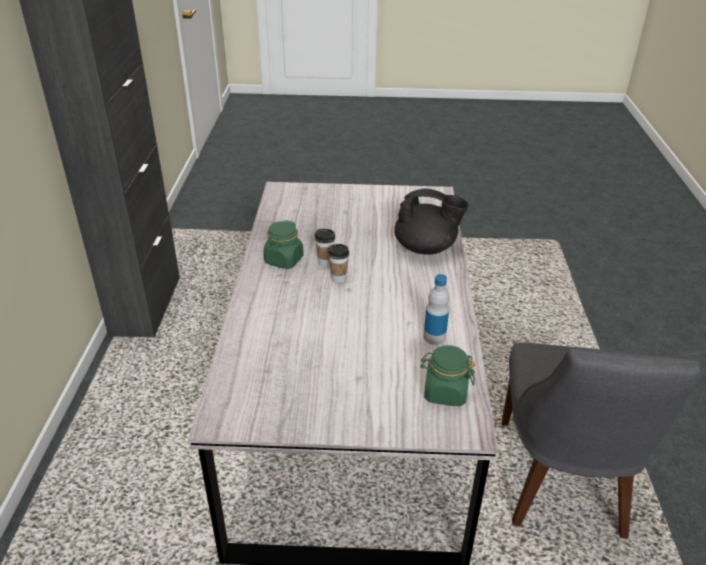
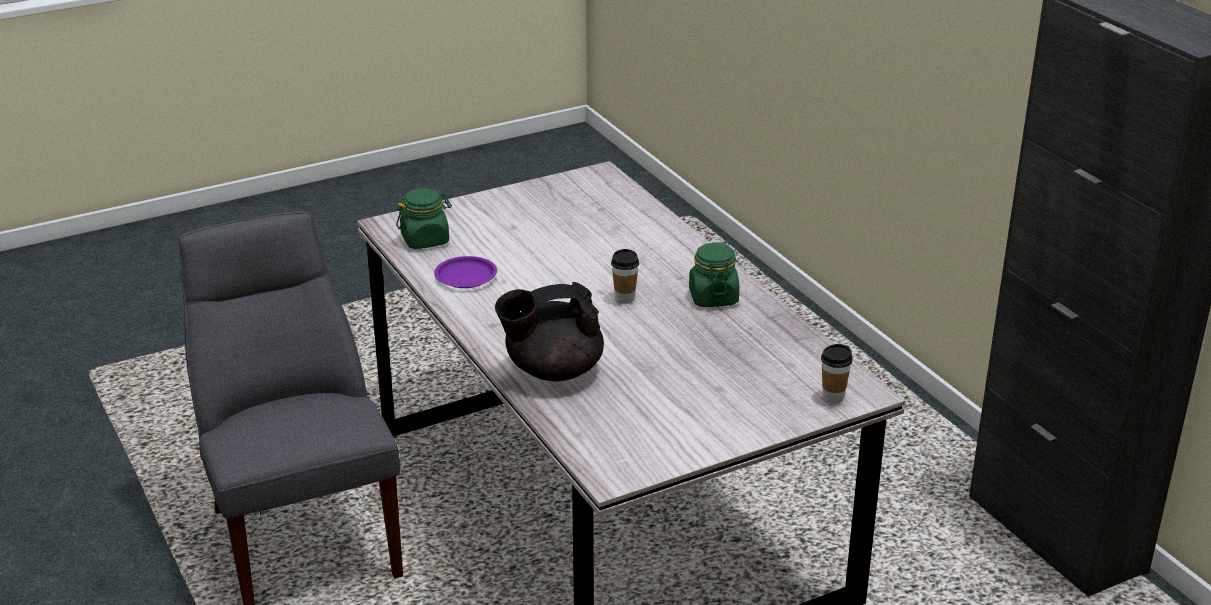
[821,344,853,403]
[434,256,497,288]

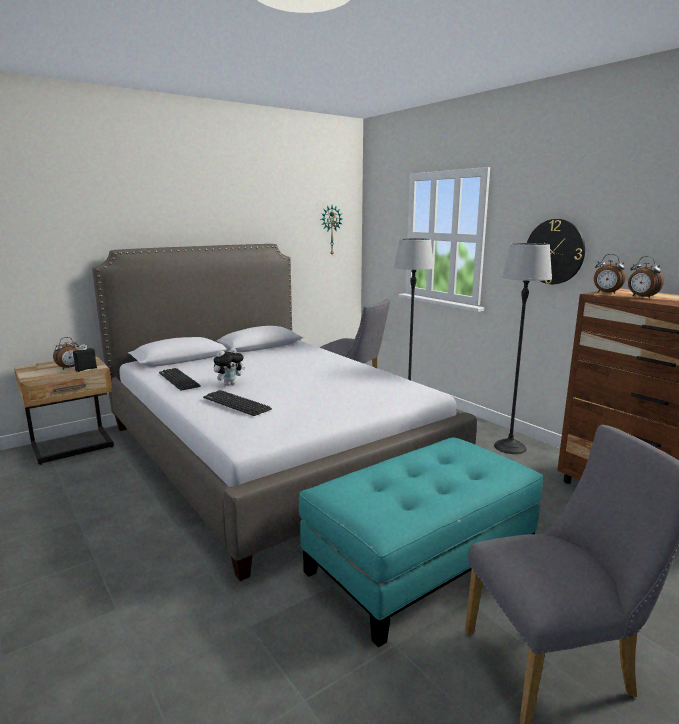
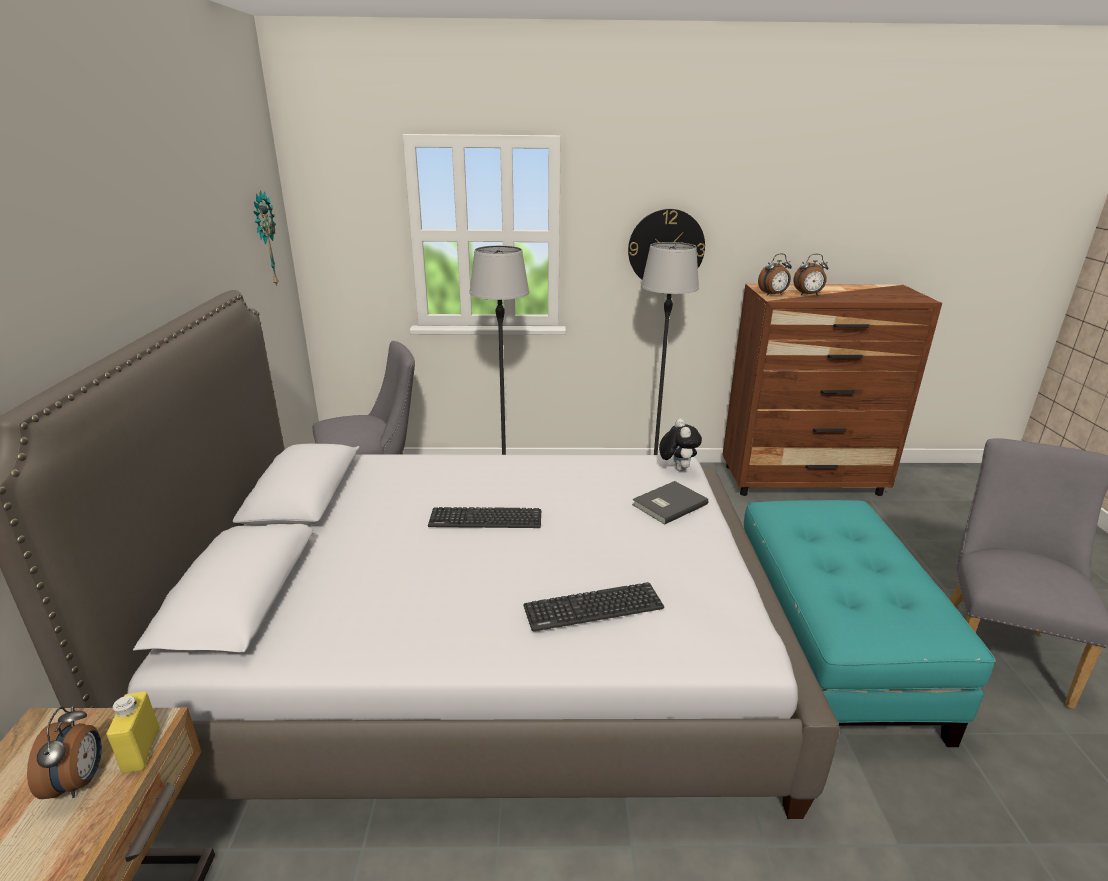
[632,481,709,525]
[428,507,541,528]
[659,419,702,471]
[106,692,160,773]

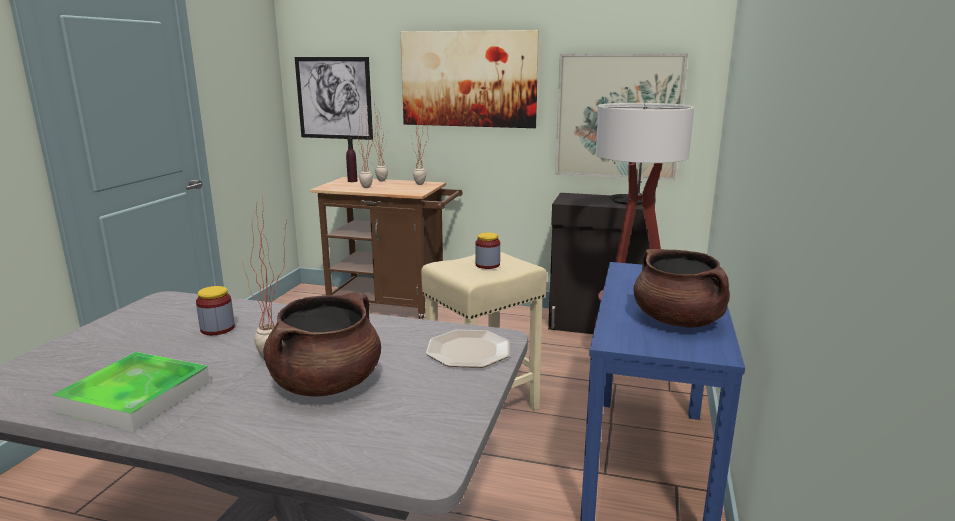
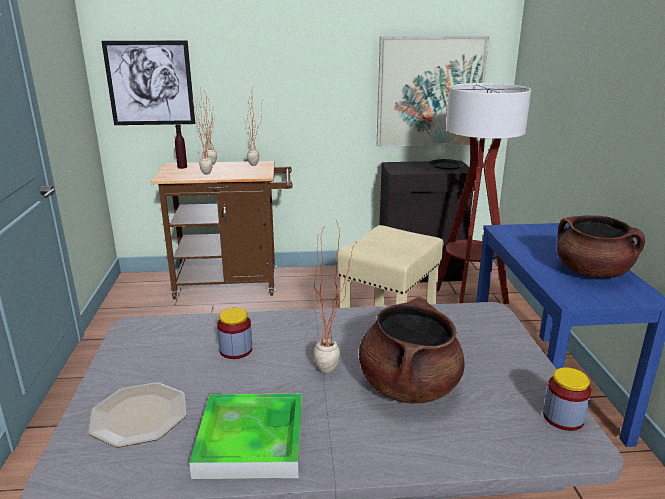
[400,30,539,128] (first image)
[88,383,187,447]
[543,367,591,431]

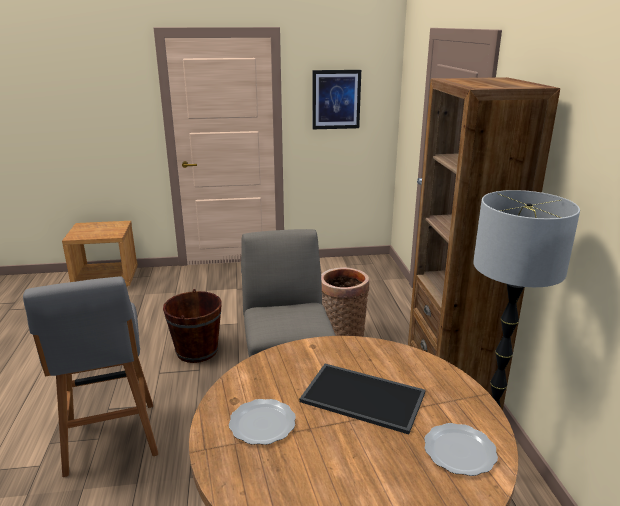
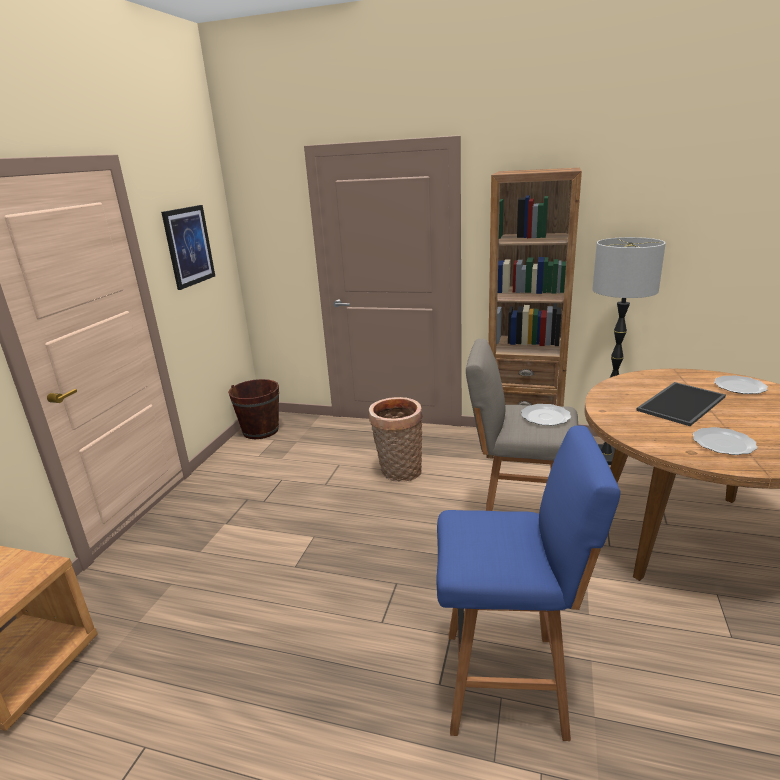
[521,404,571,425]
[228,379,279,439]
[436,425,621,741]

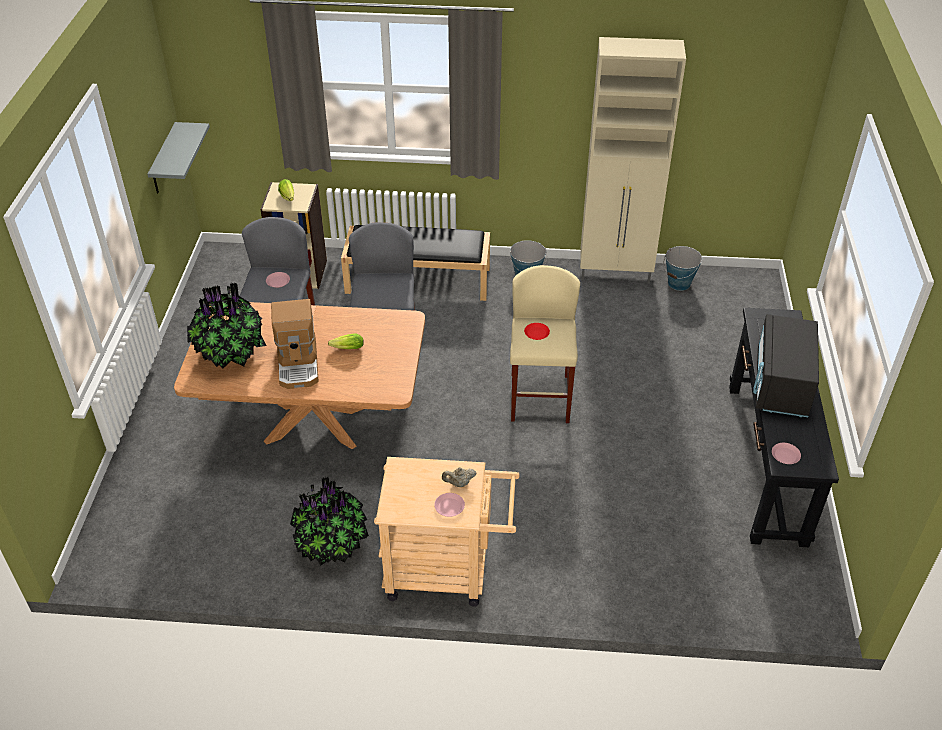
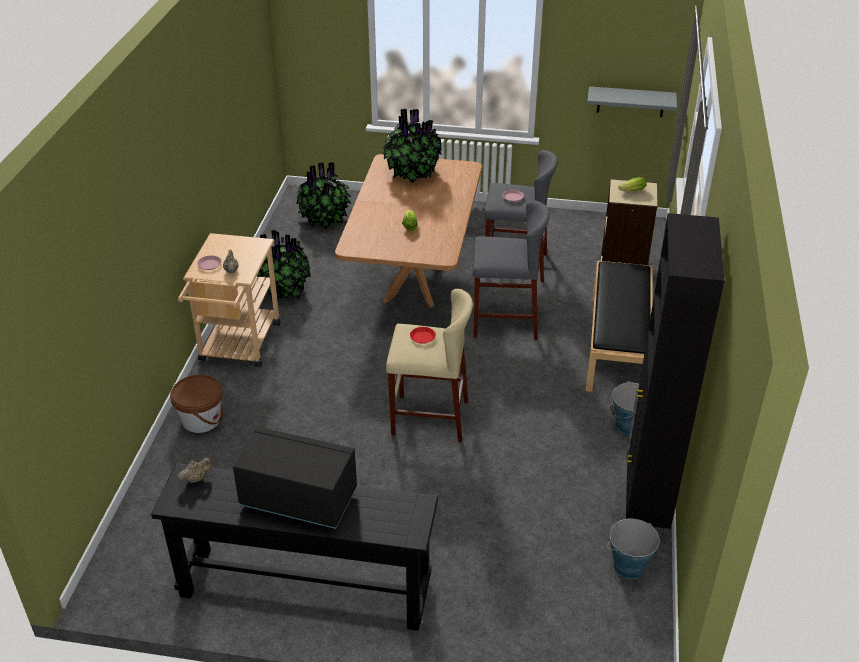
[271,299,319,389] (first image)
[170,375,223,433]
[296,162,352,229]
[178,458,212,483]
[626,213,724,541]

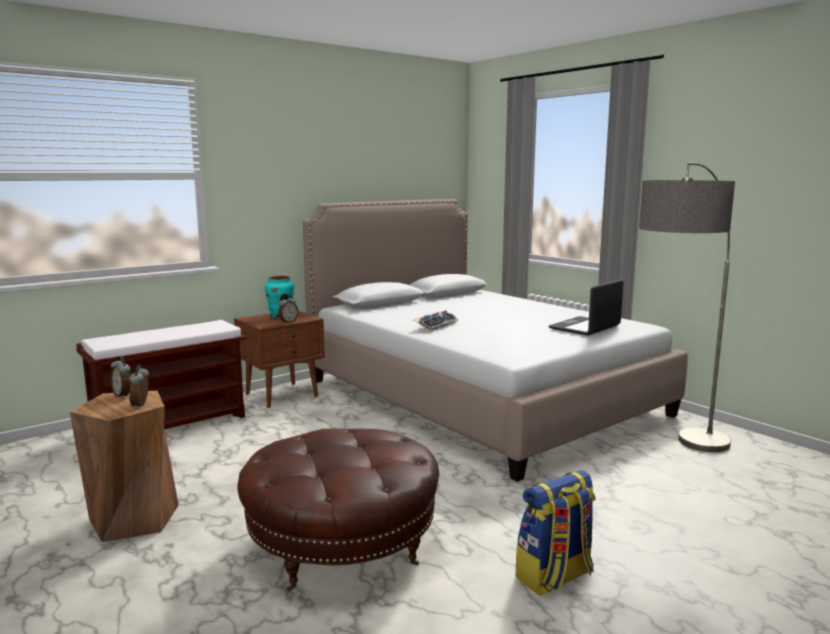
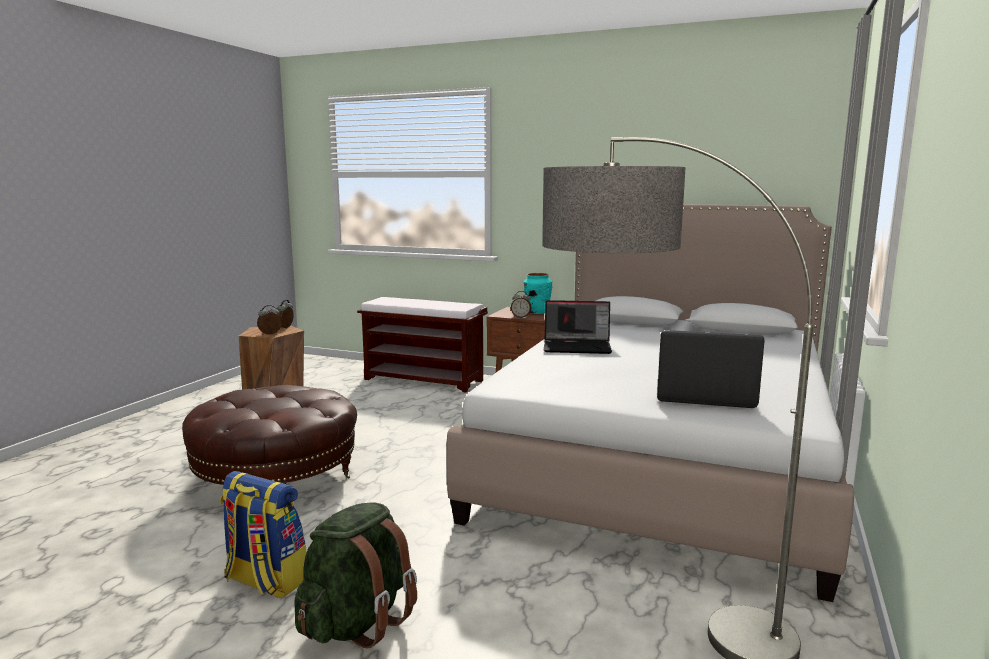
[294,502,417,649]
[544,300,612,354]

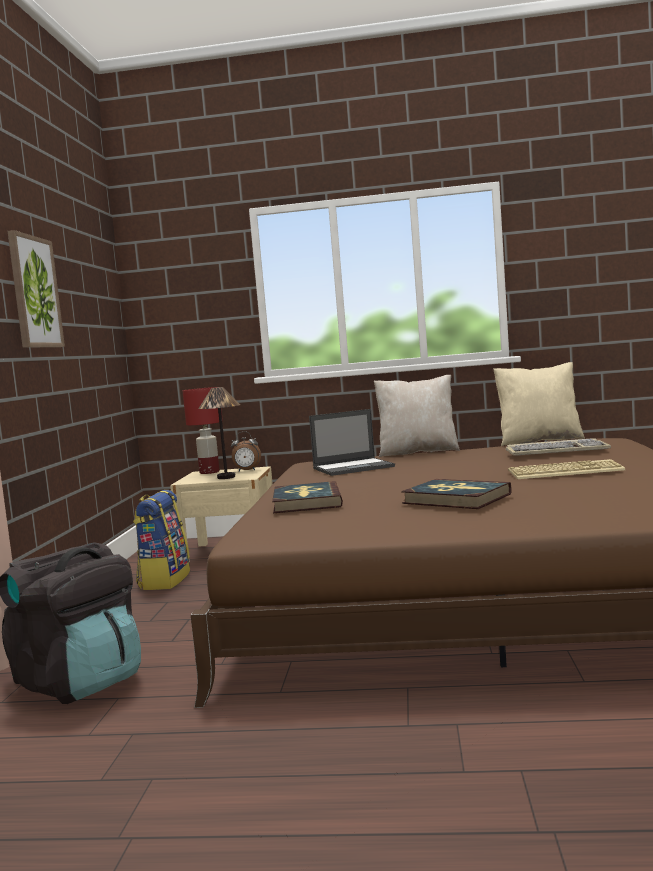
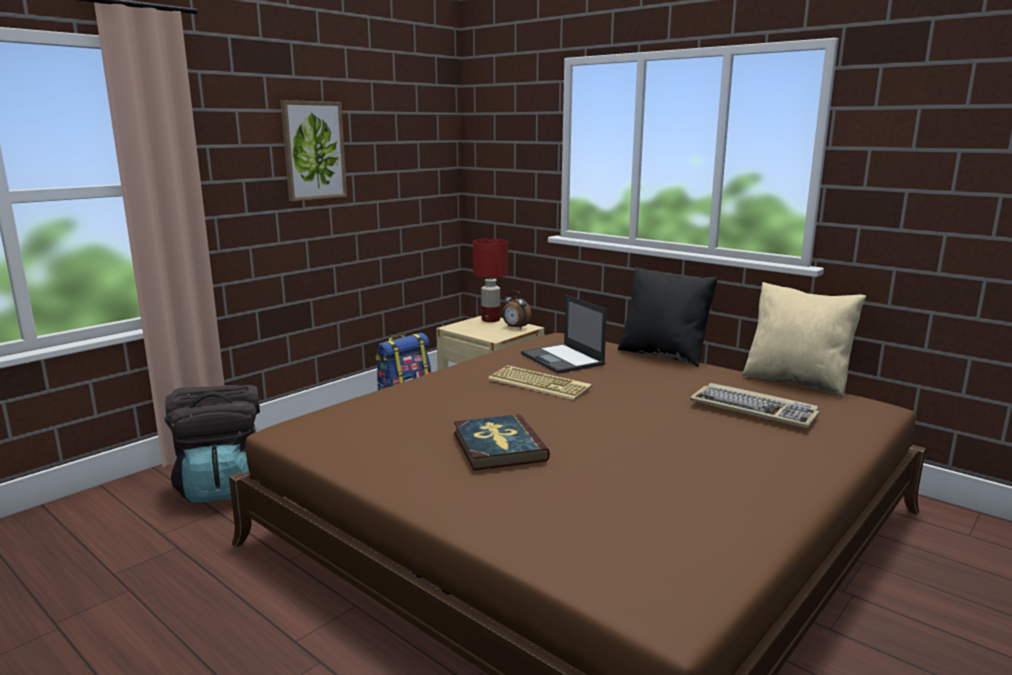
[198,387,240,479] (first image)
[272,481,343,513] (first image)
[488,365,592,400]
[618,267,718,367]
[521,295,607,374]

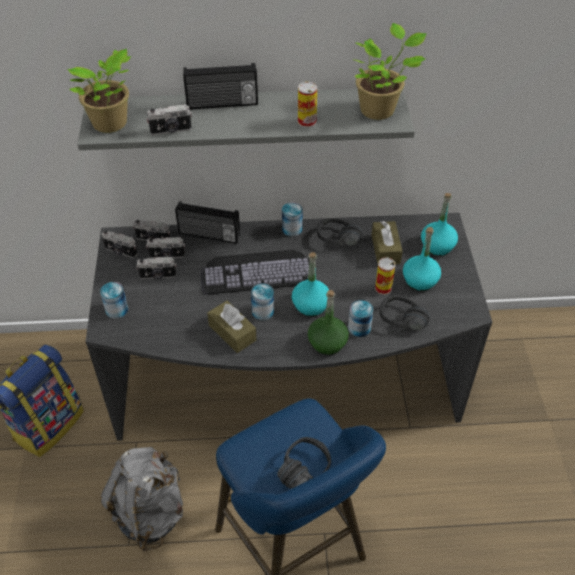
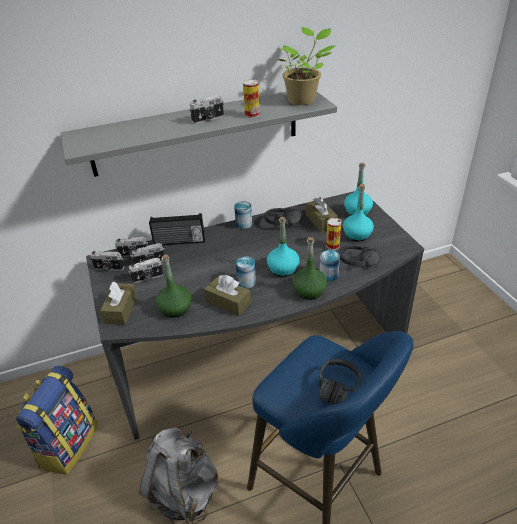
[68,49,131,133] (first image)
[183,63,258,110] (first image)
[201,250,310,294] (first image)
[156,254,191,318]
[189,95,224,124]
[100,282,137,325]

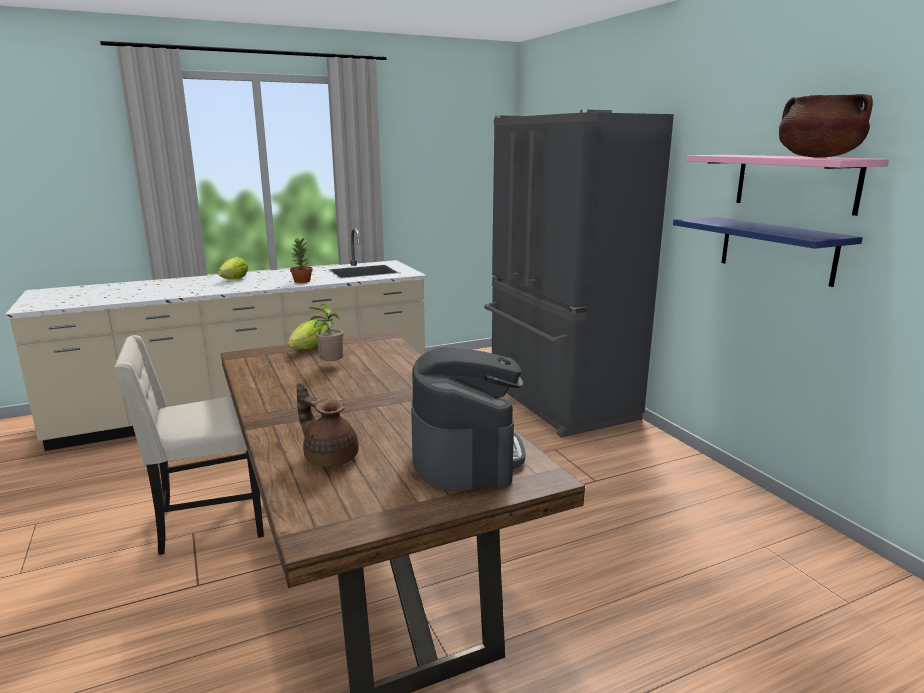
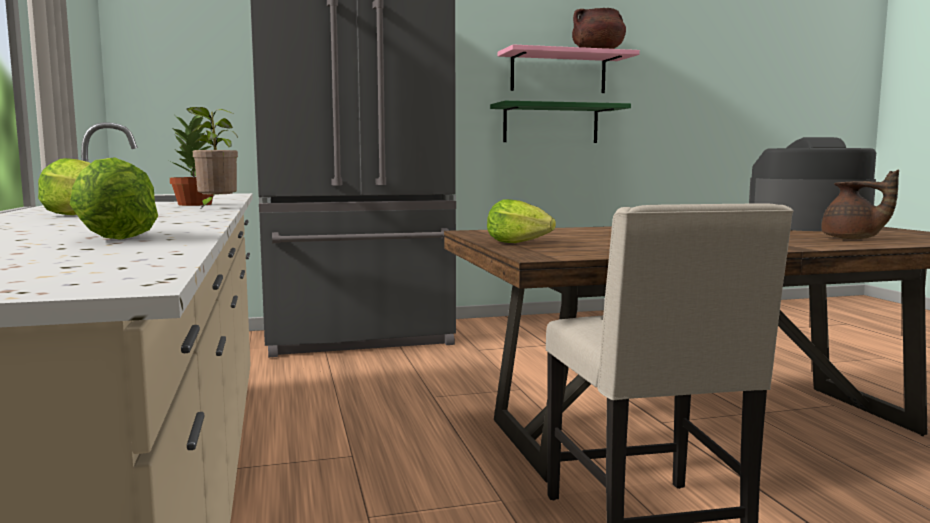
[70,157,158,240]
[187,107,238,209]
[490,101,631,143]
[821,169,899,239]

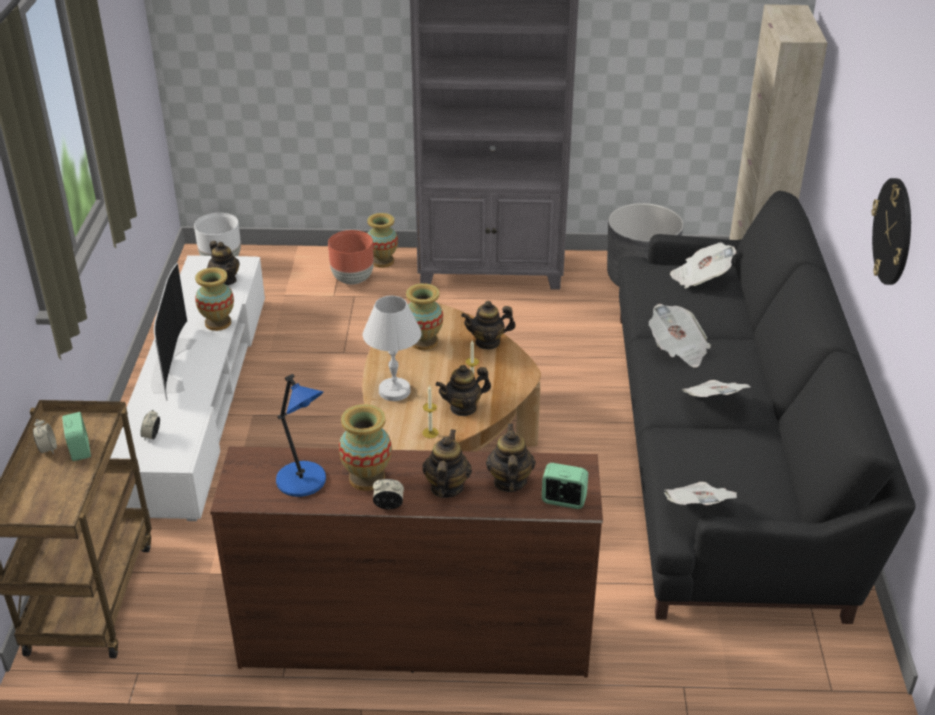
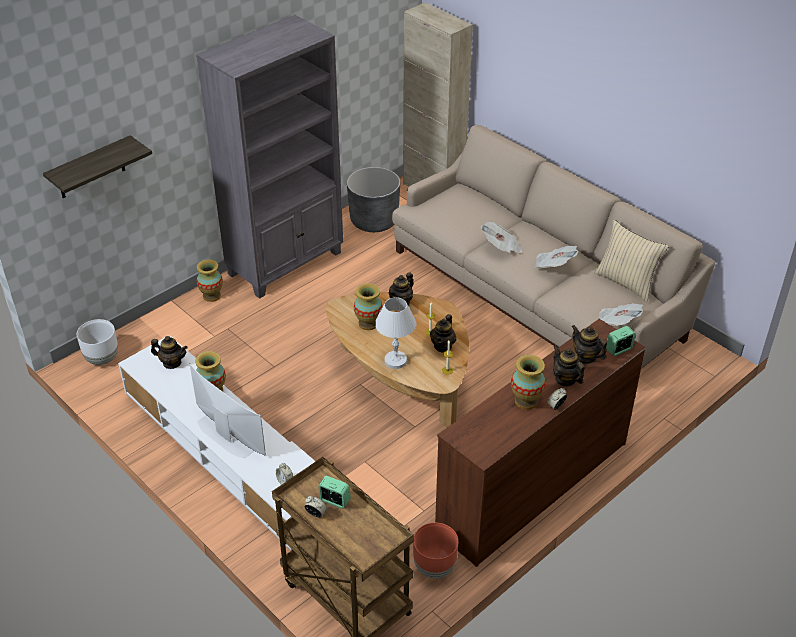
[276,374,326,497] (first image)
[670,242,737,288] (first image)
[872,178,911,285] (first image)
[43,135,152,198]
[593,219,669,302]
[413,523,458,579]
[392,125,715,369]

